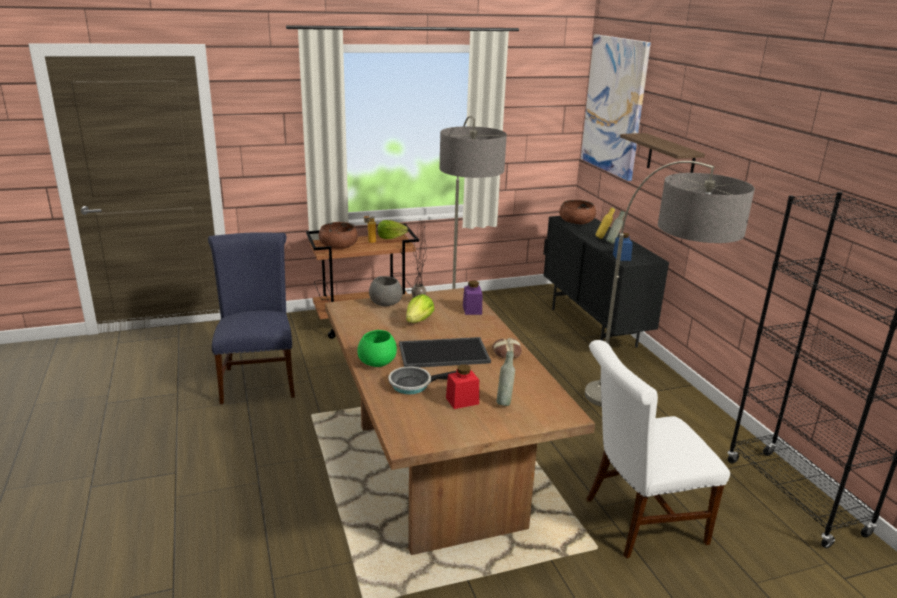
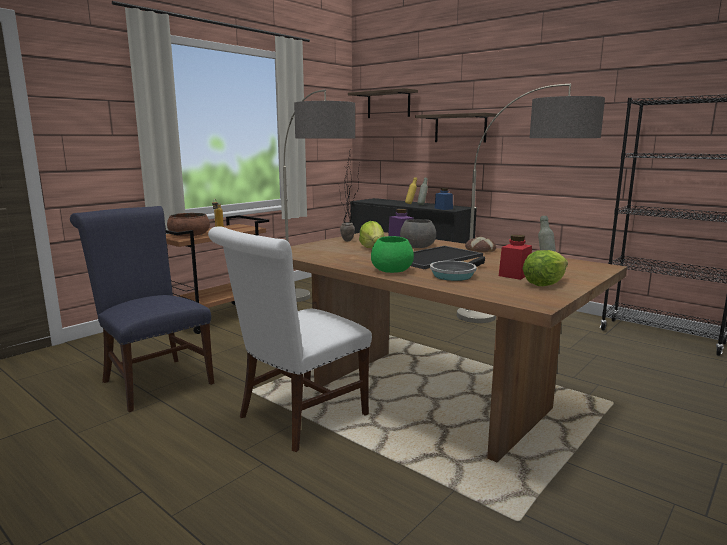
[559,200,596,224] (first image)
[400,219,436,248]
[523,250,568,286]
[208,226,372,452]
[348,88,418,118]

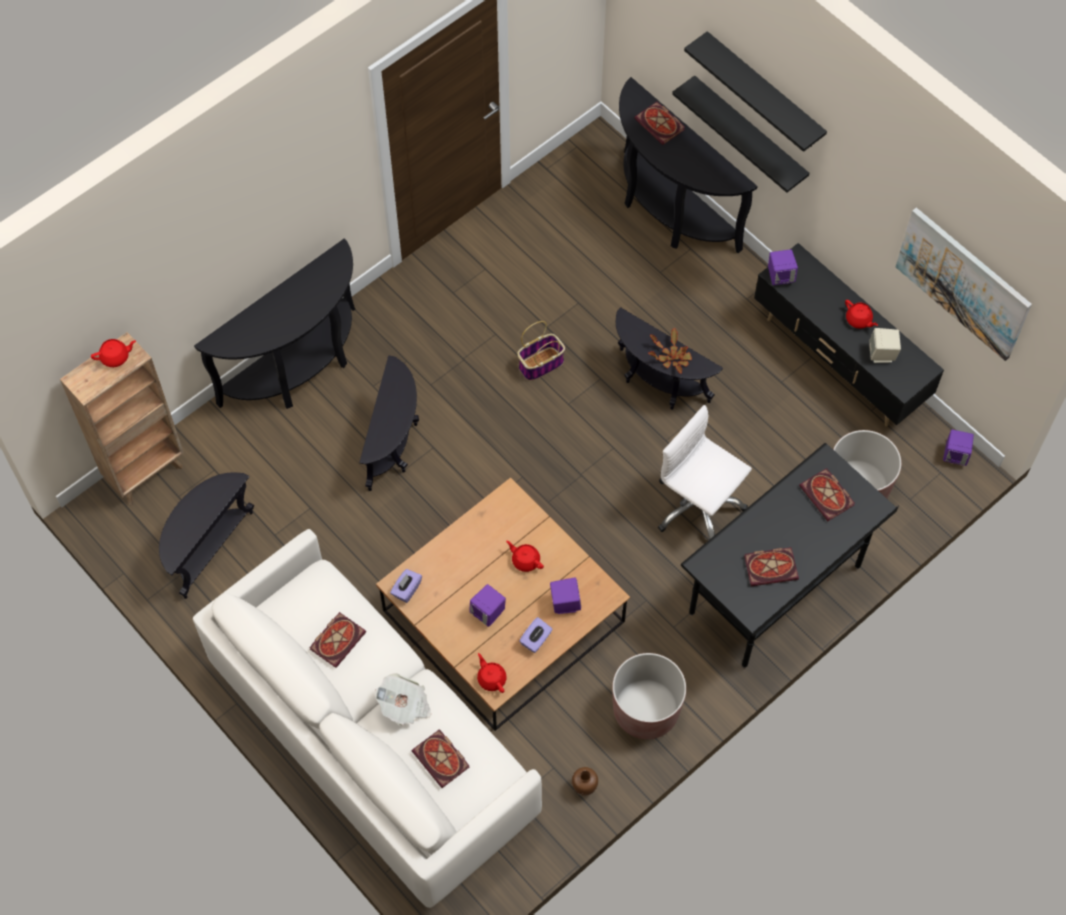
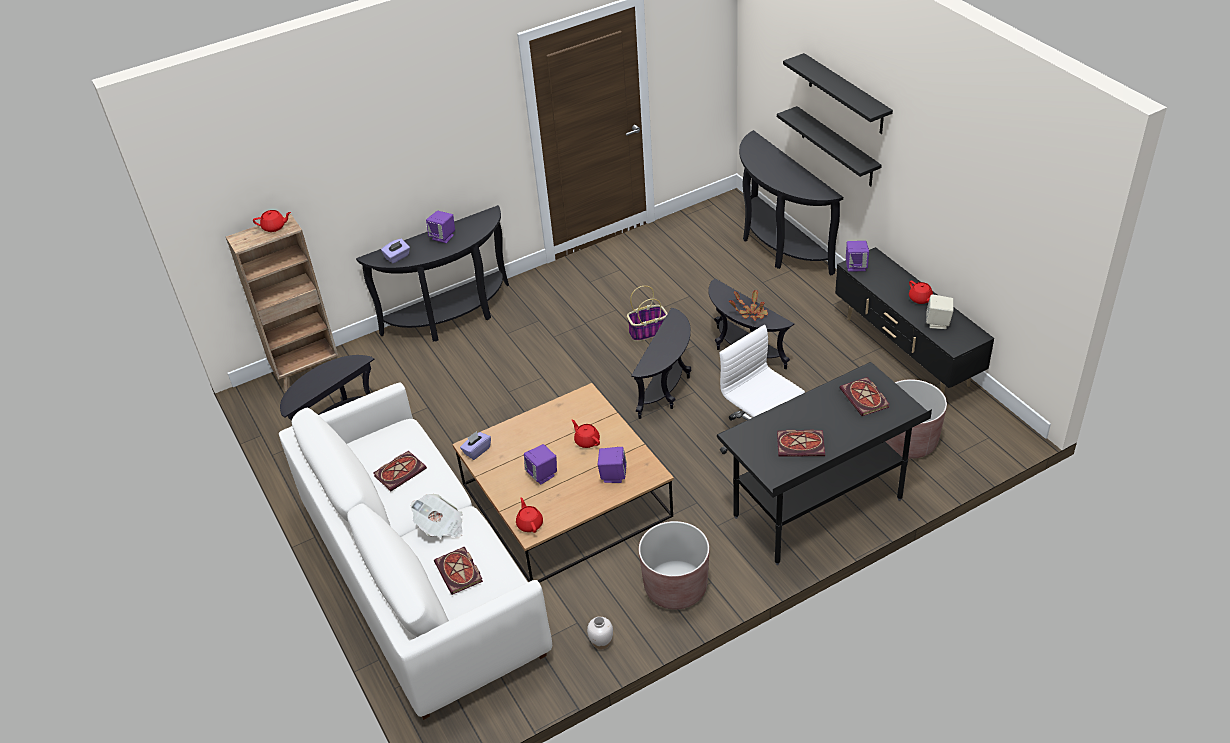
[634,101,685,145] (first image)
[895,208,1032,361] (first image)
[631,308,691,419]
[381,239,410,263]
[426,211,455,243]
[587,616,613,650]

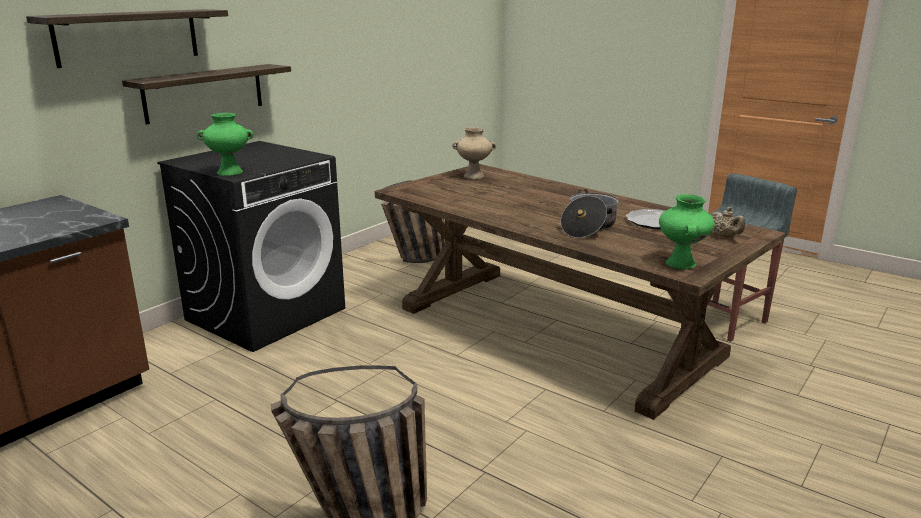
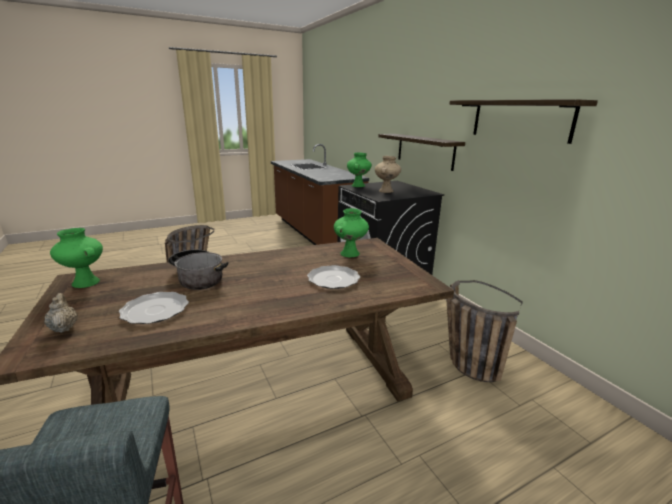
[307,265,360,289]
[334,208,369,257]
[449,99,598,144]
[375,156,401,193]
[44,293,78,333]

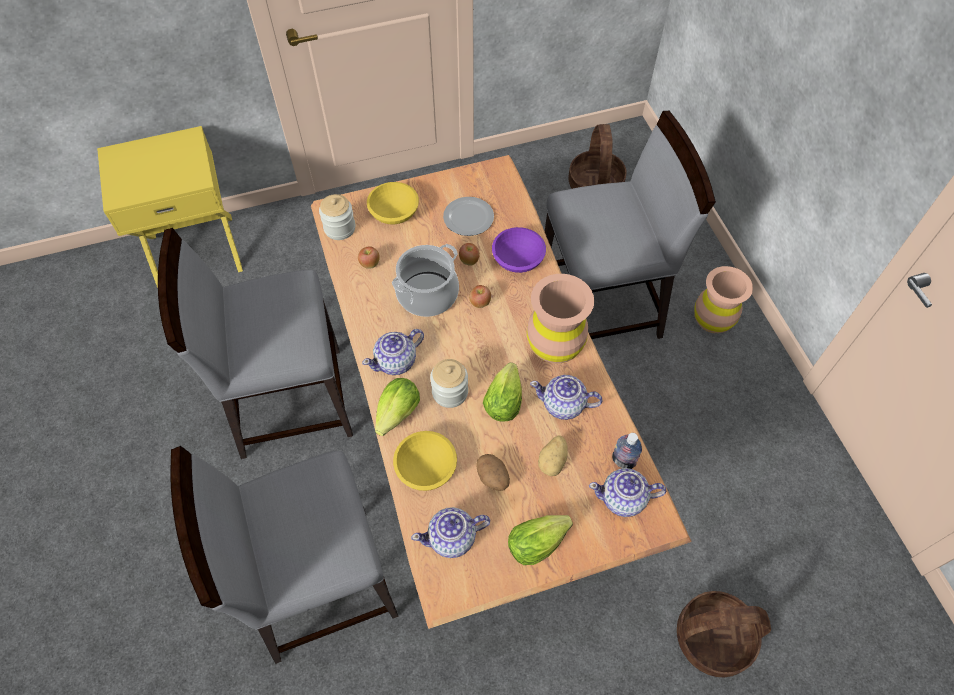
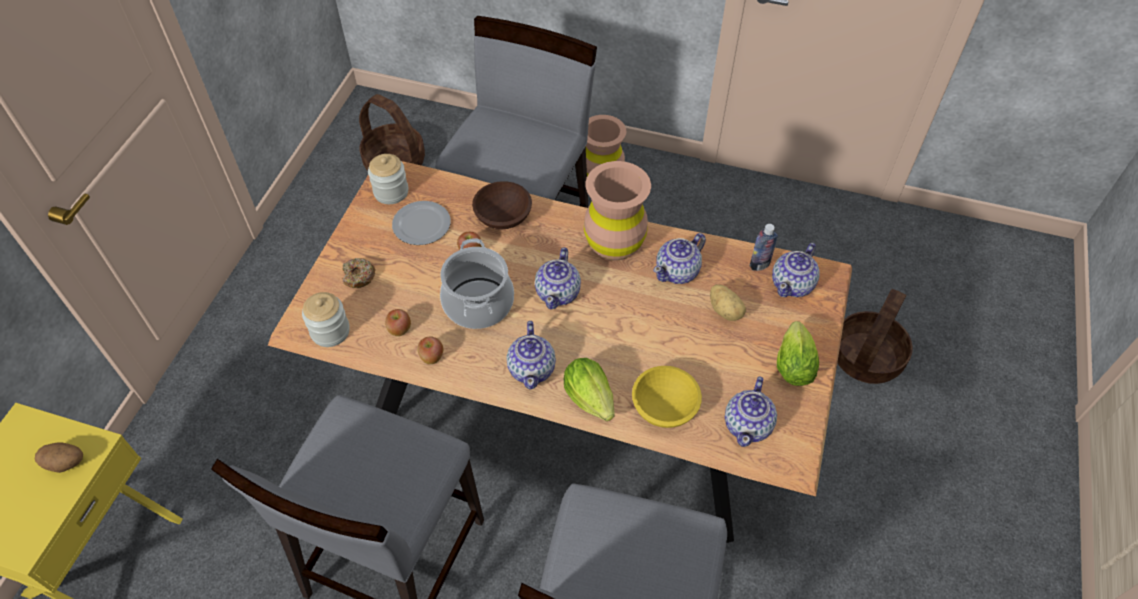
[483,363,522,422] (first image)
[535,247,581,309]
[368,154,408,204]
[418,336,443,364]
[35,442,83,473]
[342,258,375,288]
[472,181,532,229]

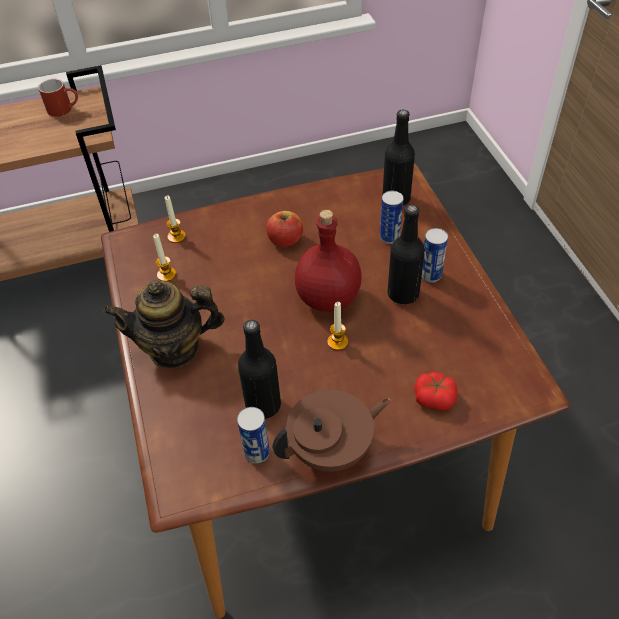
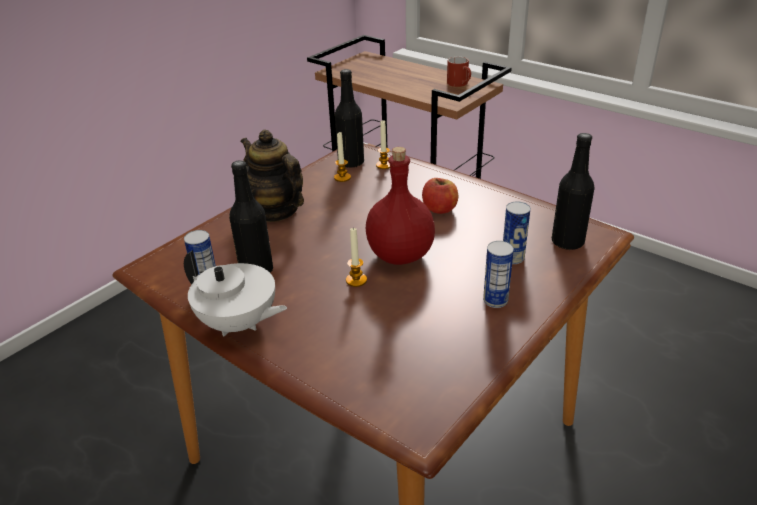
[414,372,457,410] (first image)
[335,69,364,168]
[184,250,287,336]

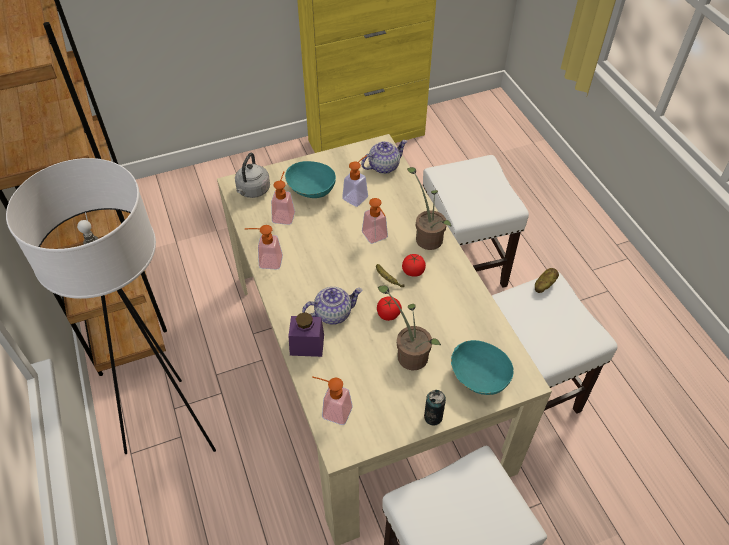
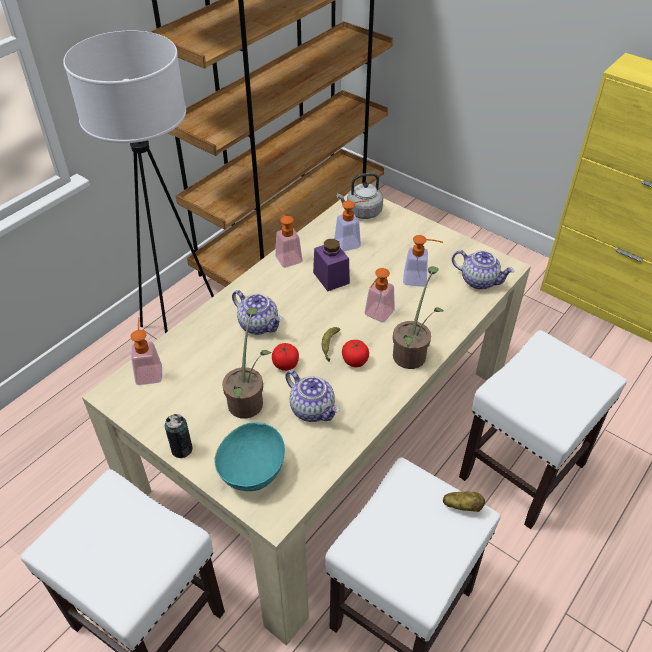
[285,161,336,198] (first image)
[285,370,340,422]
[313,239,350,291]

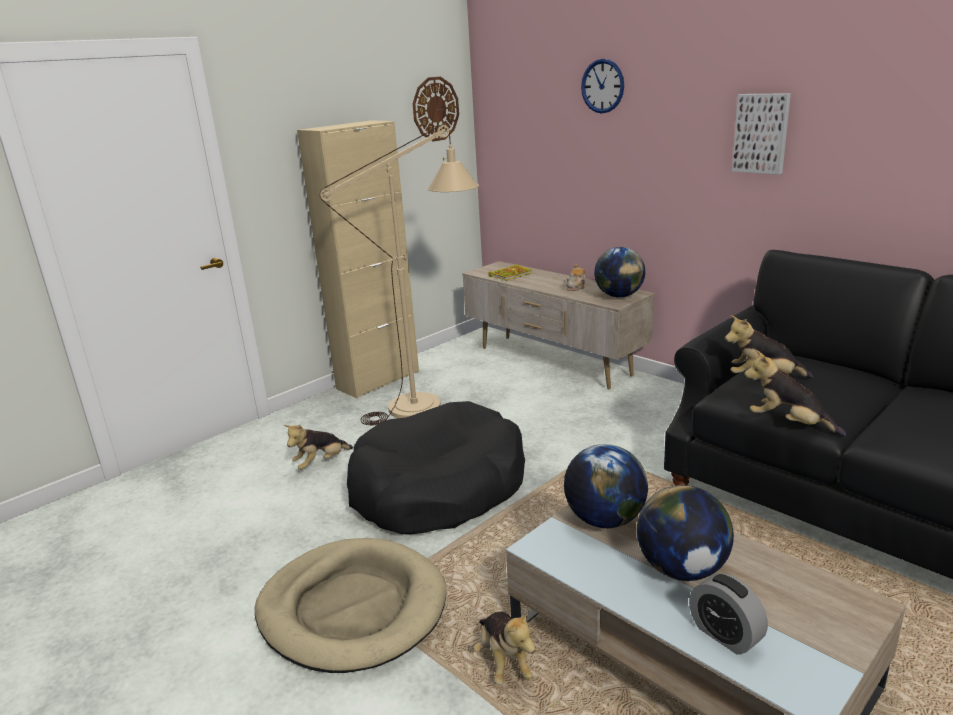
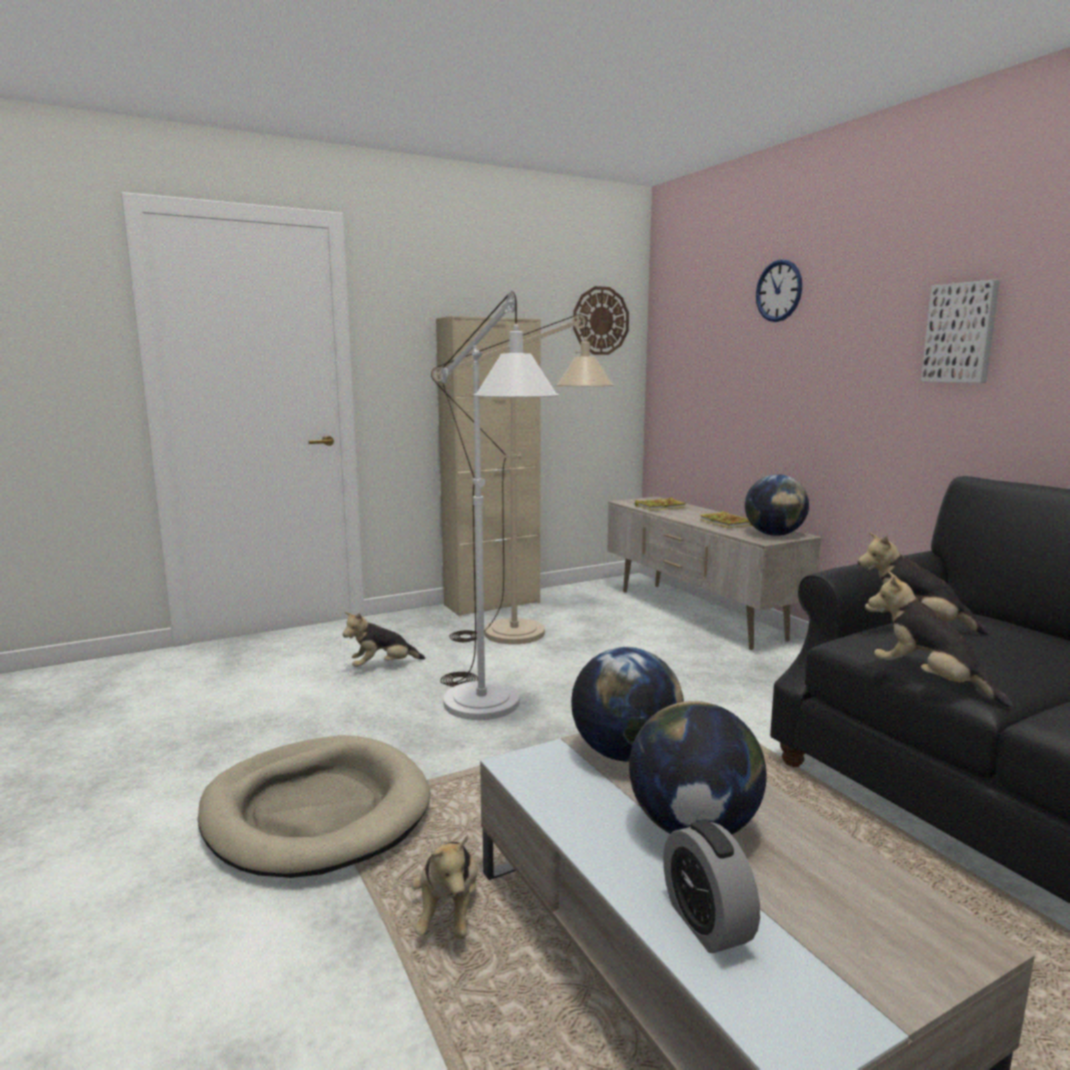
[440,291,559,720]
[699,511,753,528]

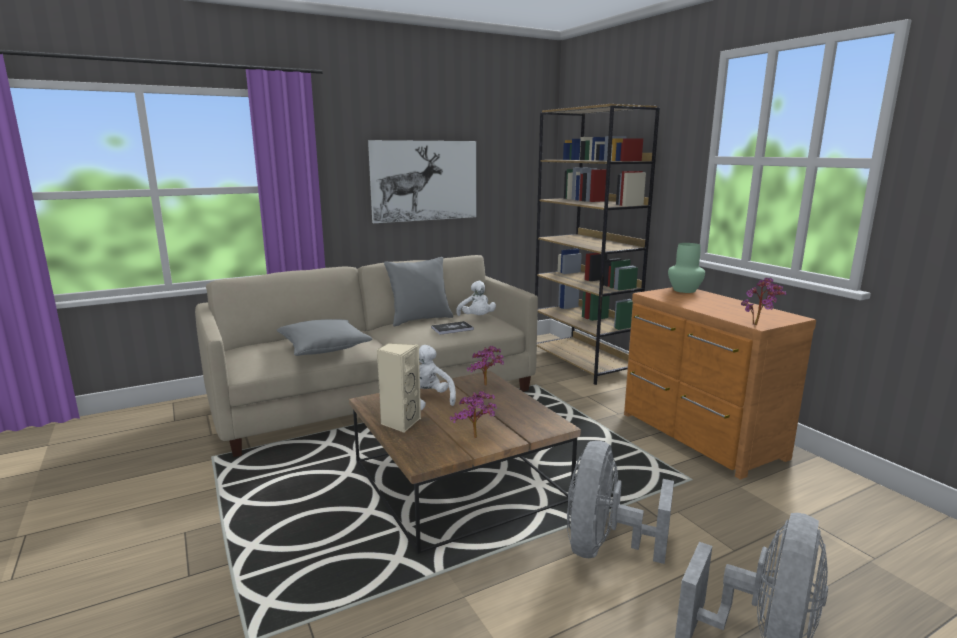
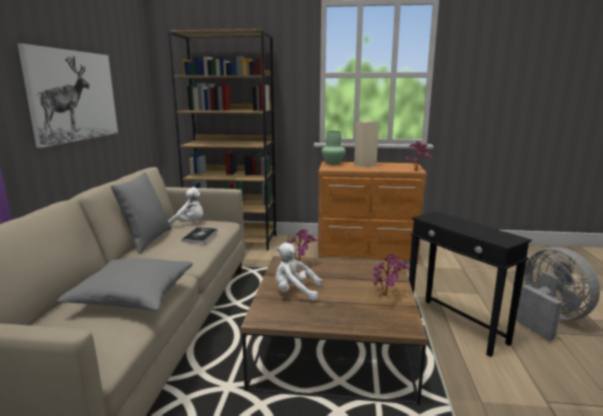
[354,121,379,167]
[409,212,532,357]

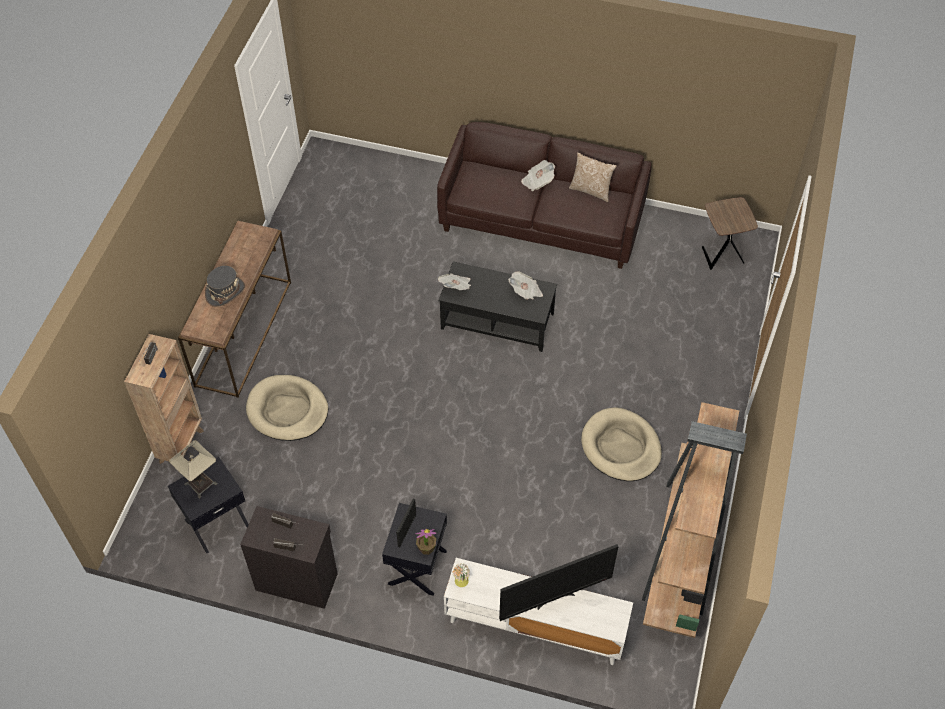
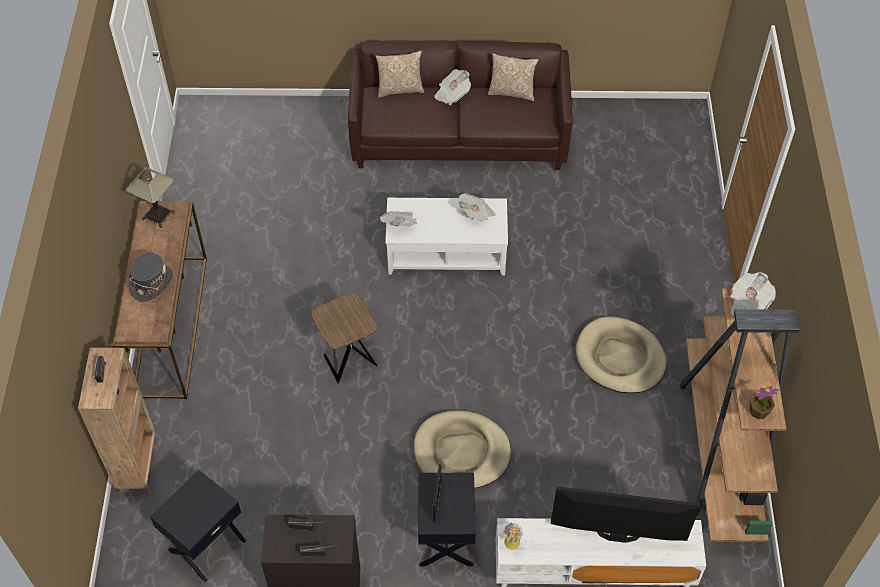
[376,51,425,98]
[730,272,776,315]
[126,167,175,228]
[414,410,511,488]
[750,386,780,419]
[311,293,378,383]
[385,198,508,276]
[551,486,700,543]

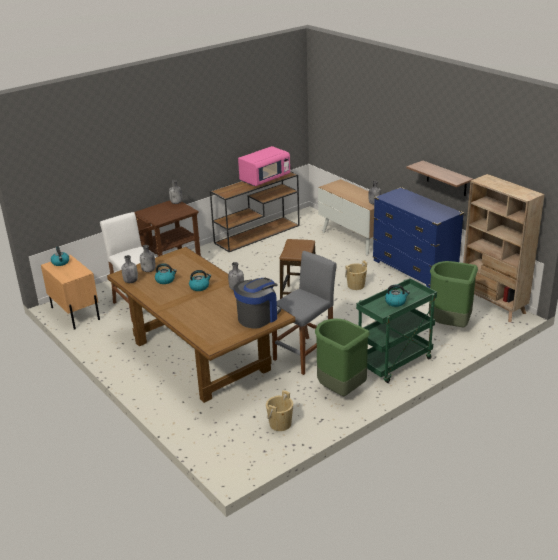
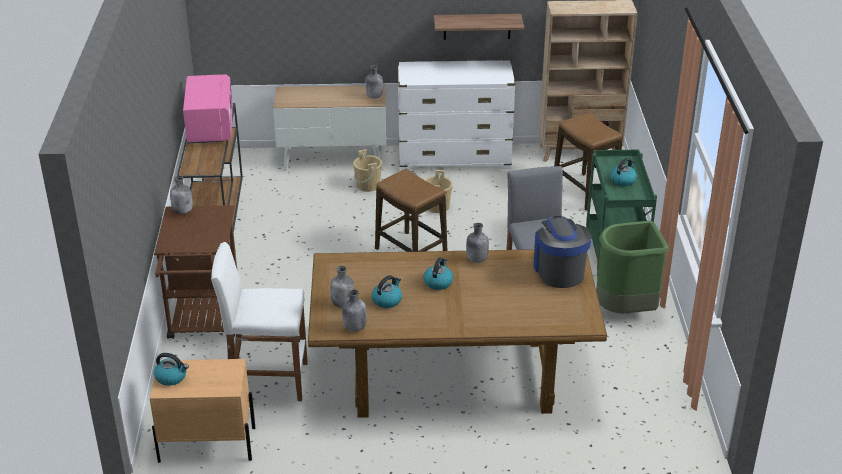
[353,149,382,192]
[554,113,622,211]
[398,60,516,171]

